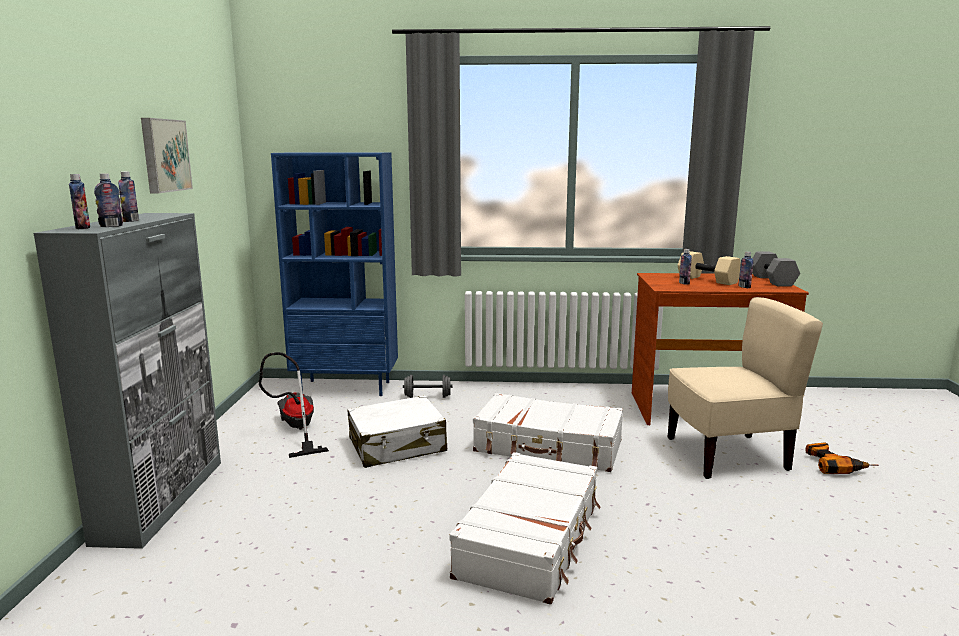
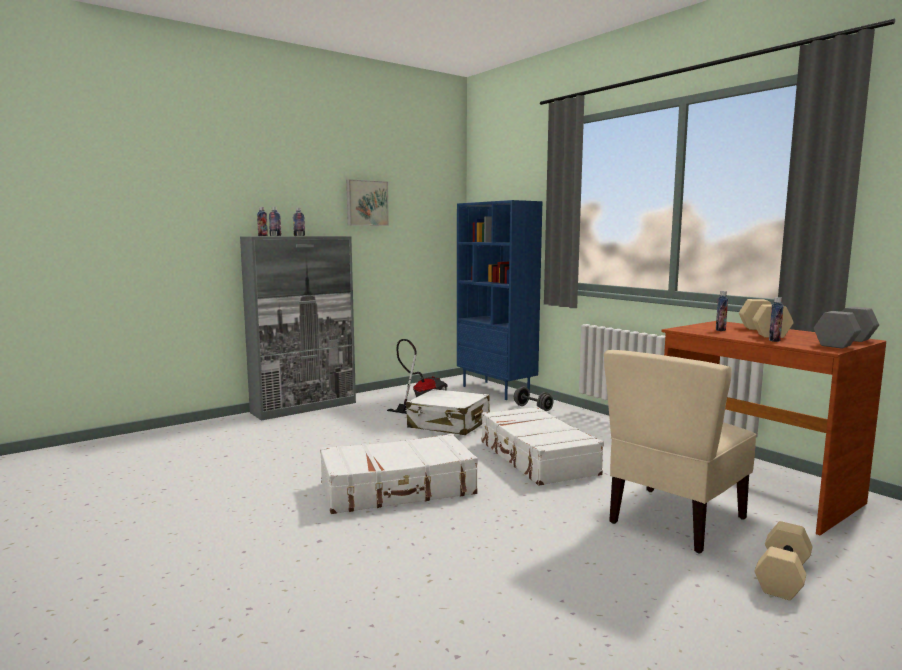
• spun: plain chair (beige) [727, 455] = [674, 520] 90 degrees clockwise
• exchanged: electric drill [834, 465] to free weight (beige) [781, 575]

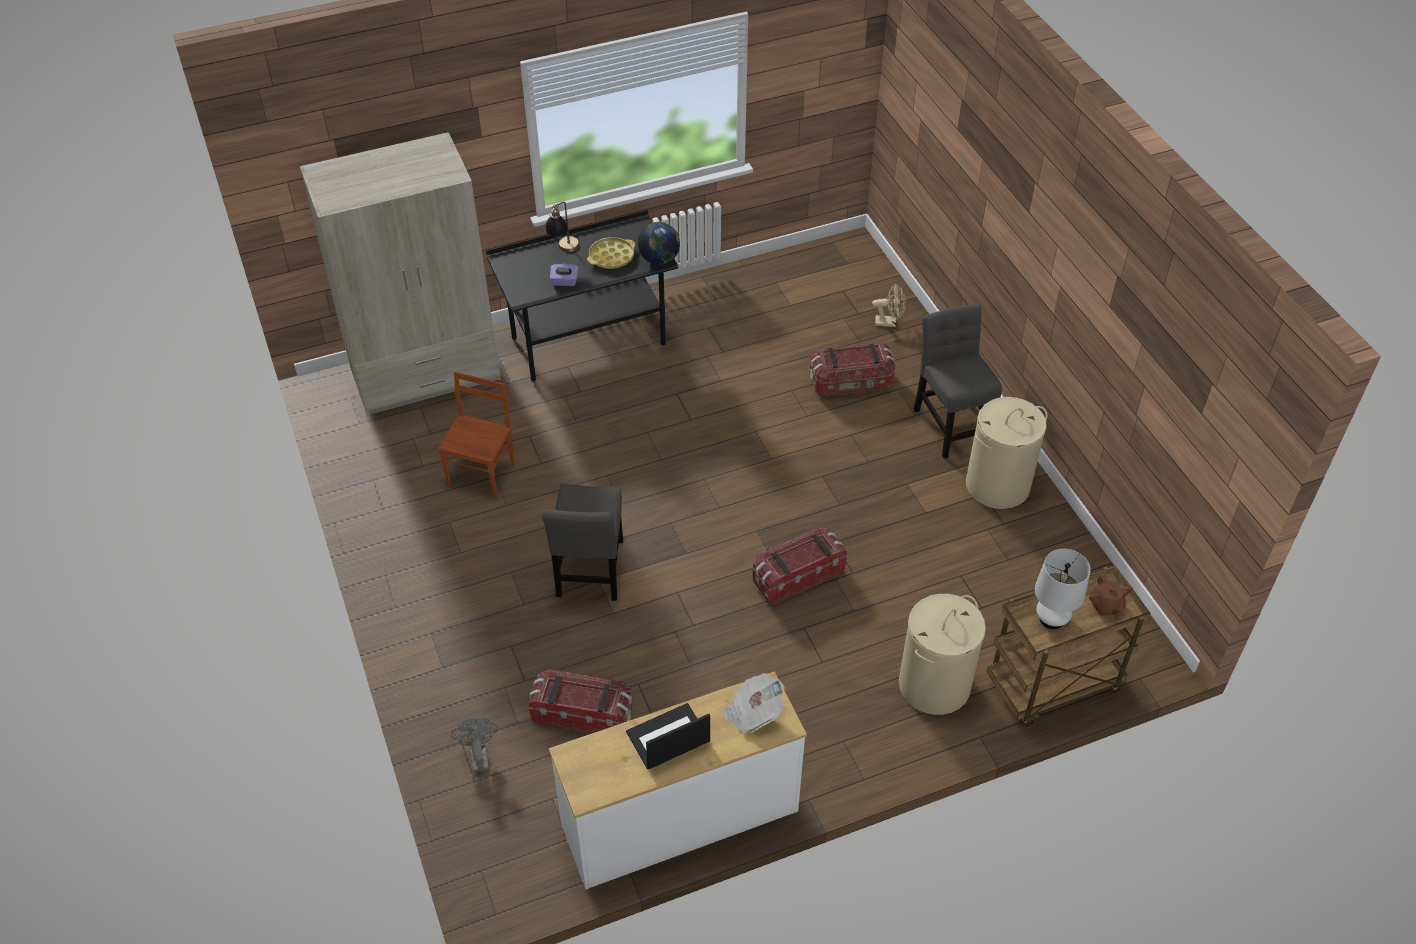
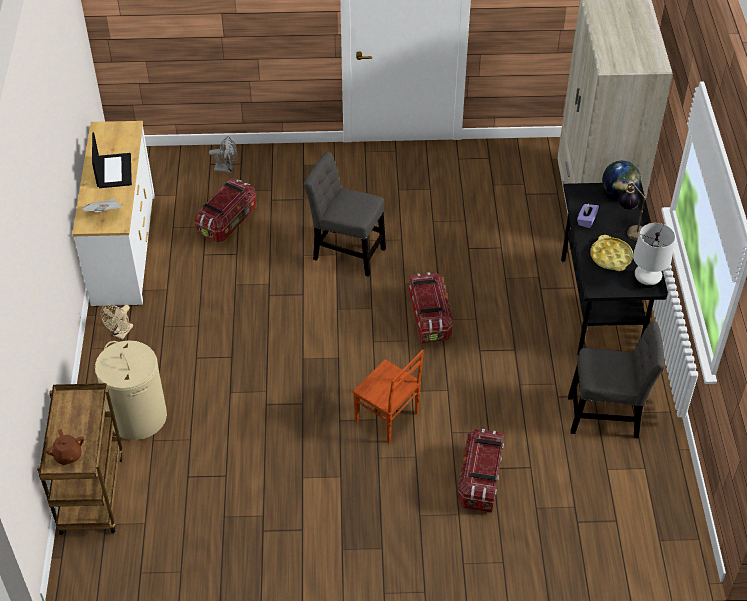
• spun: teapot (brown-coloured) [1106, 606] = [68, 456] 120 degrees counterclockwise
• relocated: fan (beige) [889, 322] to [121, 333]
• relocated: plain chair (brown-coloured) [483, 474] to [387, 418]
• relocated: storage bin [797, 577] to [429, 318]
• relocated: plain chair (gray) [950, 424] to [607, 416]
• relocated: desk globe [659, 259] to [618, 193]
• relocated: table lamp (white) [1051, 619] to [646, 281]
• missing: hamper (beige) [997, 485]

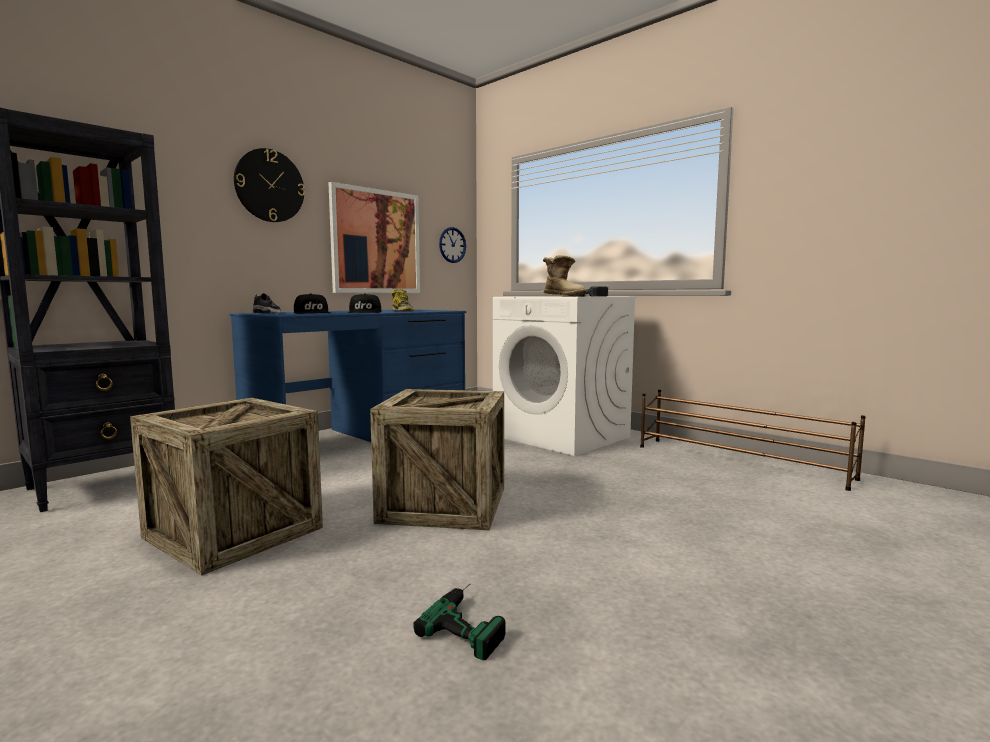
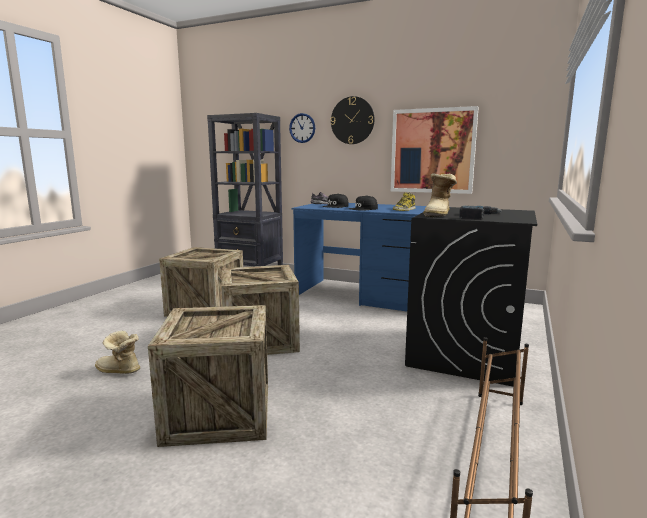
• exchanged: electric drill [471, 622] to tall boot [118, 371]
• appeared: shipping crate [219, 413]
• relocated: wall clock [452, 245] to [302, 128]
• colour: washing machine (white) [562, 436] to washing machine (black-coloured) [464, 354]

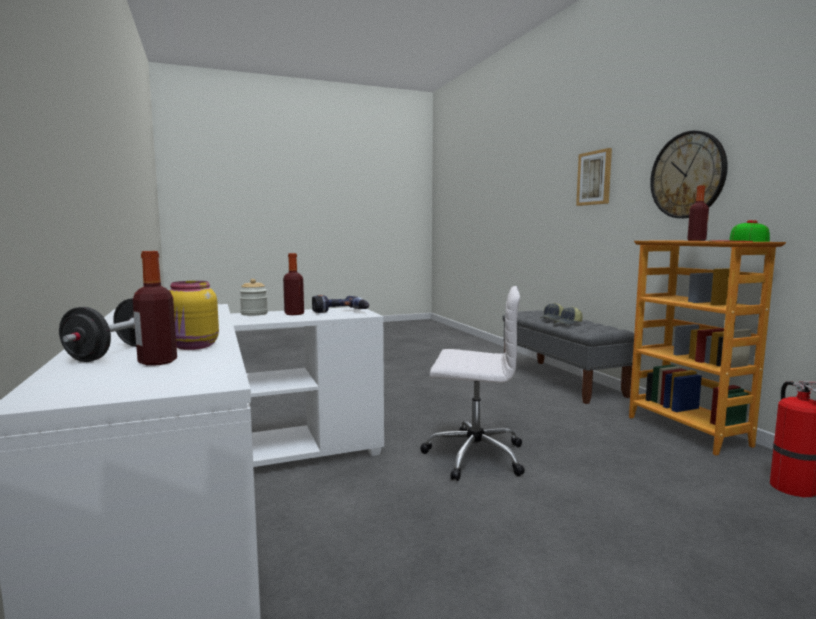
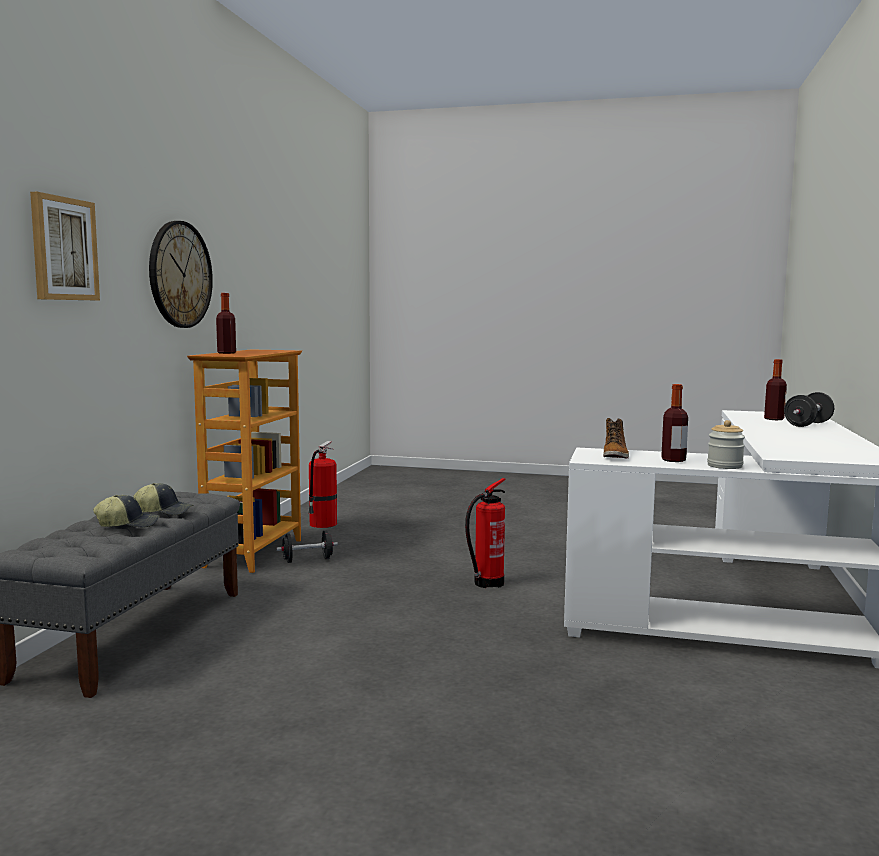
• appeared: free weight (black-coloured) [307, 560]
• exchanged: office chair (white) [473, 456] to fire-fighting cylinder [486, 584]
• exchanged: electric drill [340, 312] to tall boot [615, 455]
• missing: preserve jar (yellow-coloured) [193, 346]
• missing: peaked cap [738, 241]

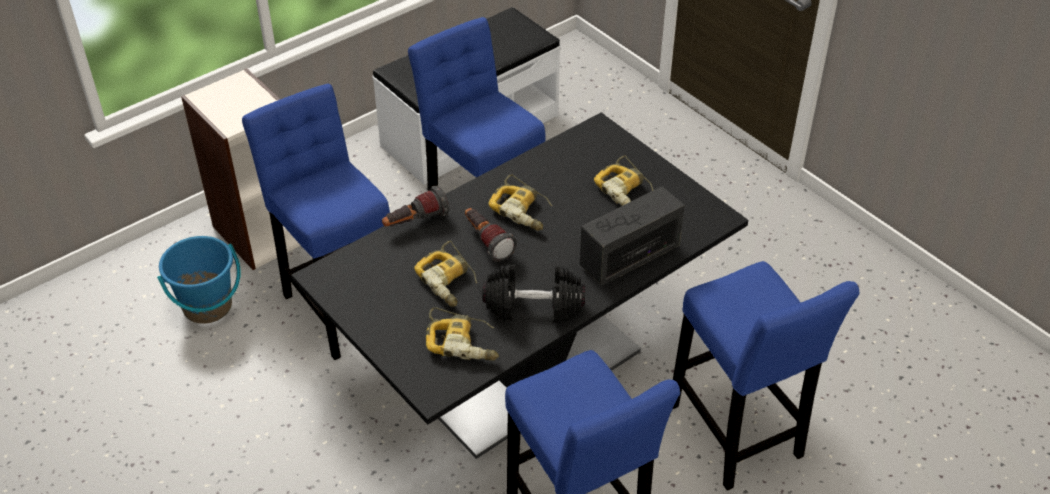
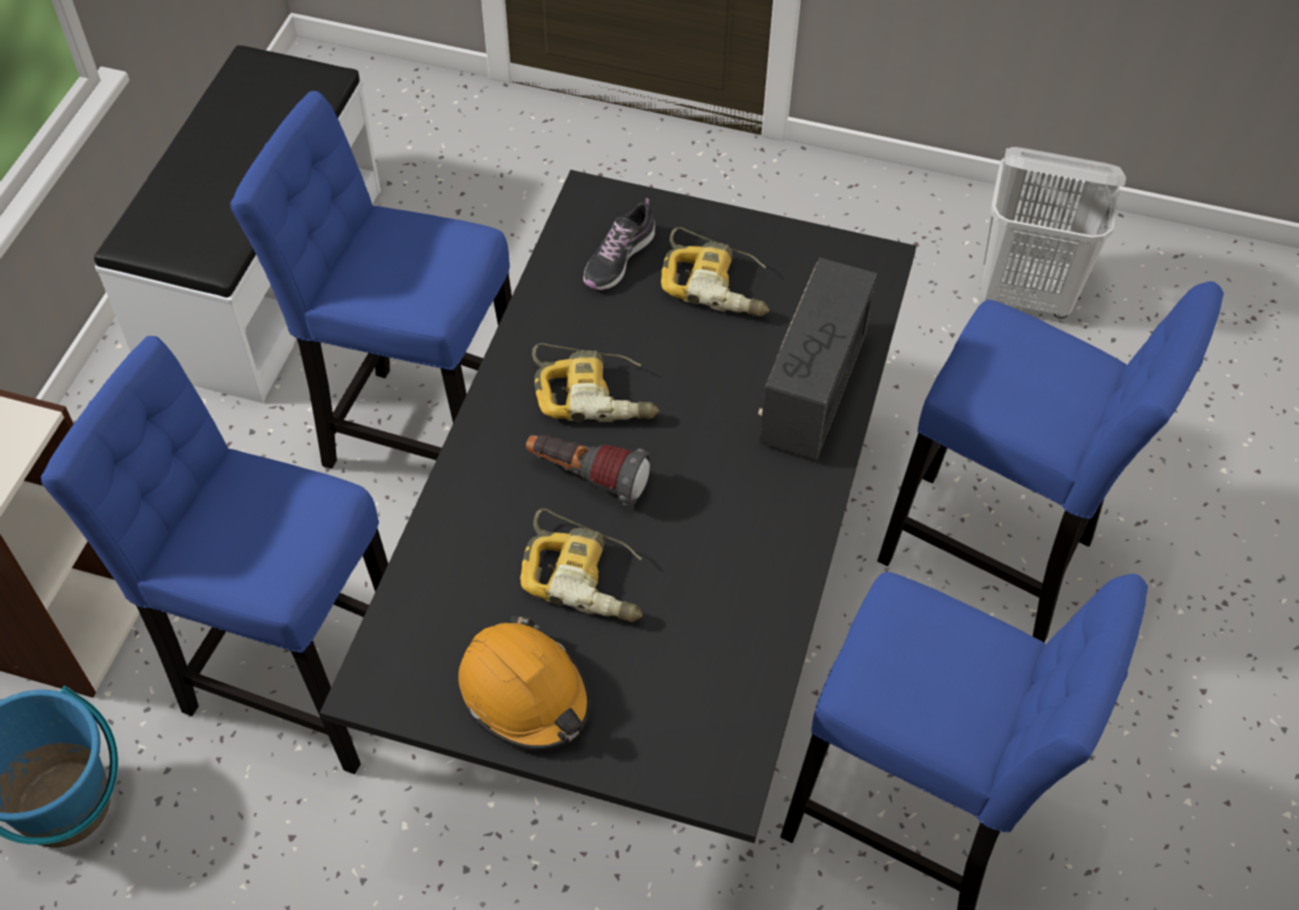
• appeared: hard hat (orange) [525, 694]
• appeared: low shoe [618, 258]
• appeared: hamper (white) [1027, 294]
• missing: flashlight [415, 222]
• missing: electric drill [463, 341]
• missing: free weight (black-coloured) [534, 306]

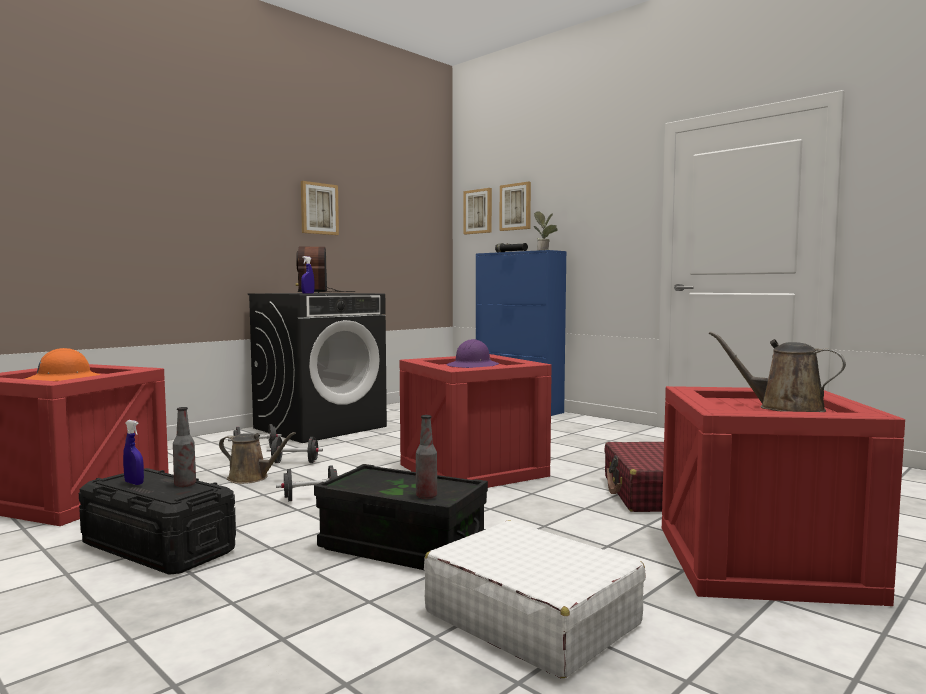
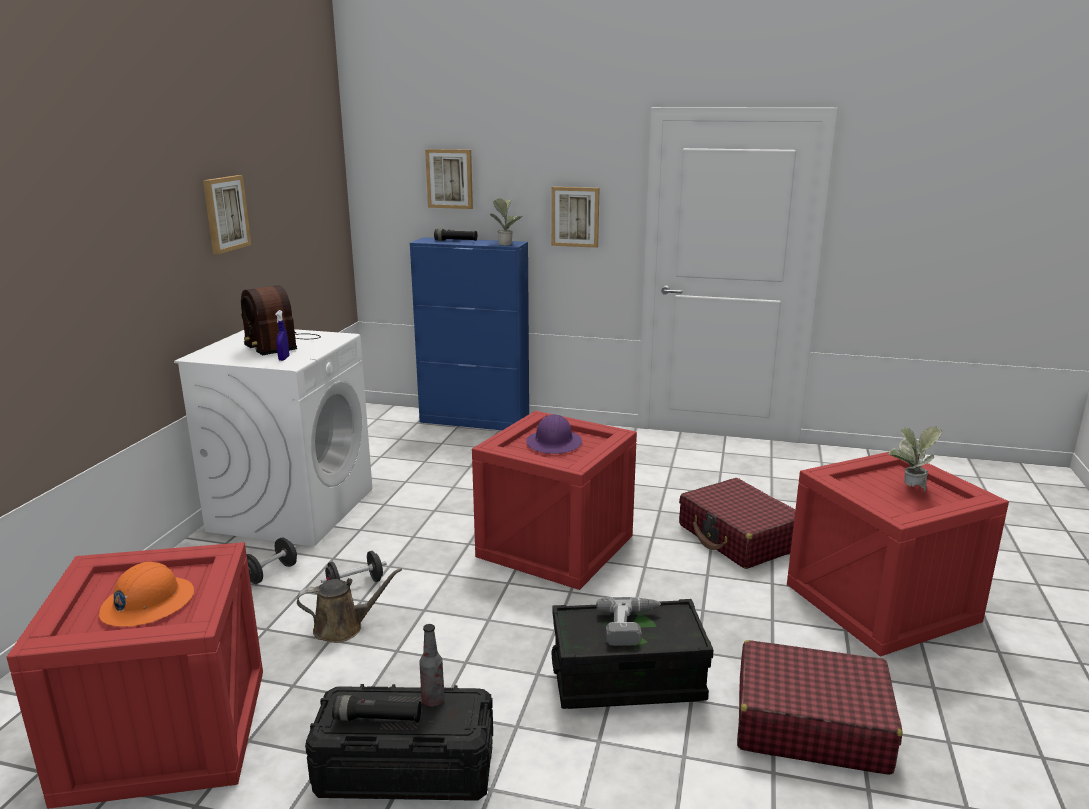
• colour: washing machine (black-coloured) [320, 427] to washing machine (white) [292, 509]
• exchanged: hand sprayer (blue) [134, 483] to flashlight (black-coloured) [378, 719]
• relocated: picture [478, 211] to [575, 216]
• appeared: electric drill [631, 626]
• colour: piece of luggage (white) [531, 618] to piece of luggage (red-coloured) [810, 724]
• exchanged: watering can (brown-coloured) [784, 408] to houseplant [909, 489]
• missing: free weight (black-coloured) [310, 498]
• missing: beverage bottle [426, 496]

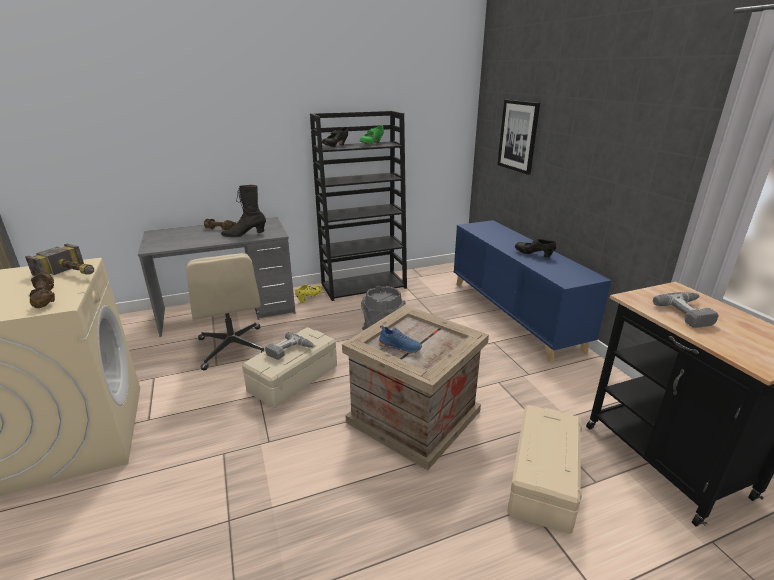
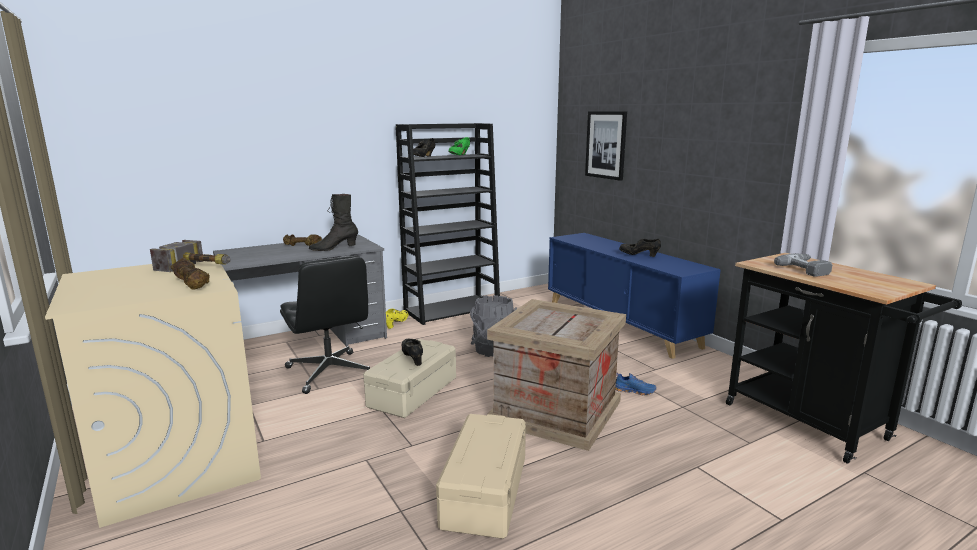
• colour: office chair (beige) [233, 348] to office chair (black-coloured) [330, 373]
• exchanged: electric drill [290, 351] to low shoe (black-coloured) [412, 358]
• relocated: storage bin (beige) [541, 478] to [484, 491]
• relocated: low shoe (blue) [400, 347] to [634, 391]

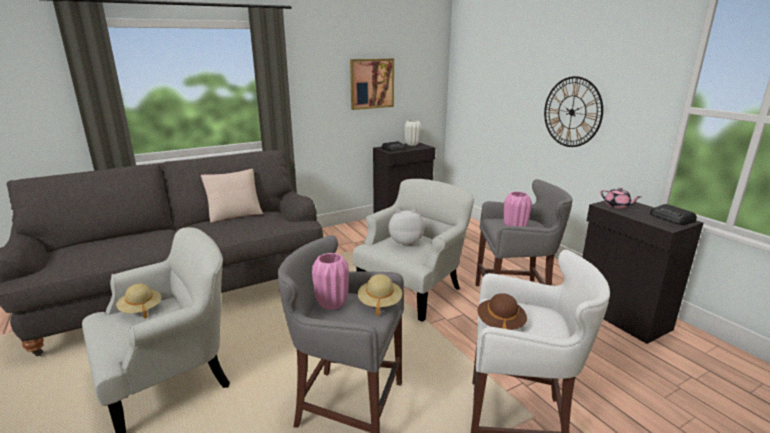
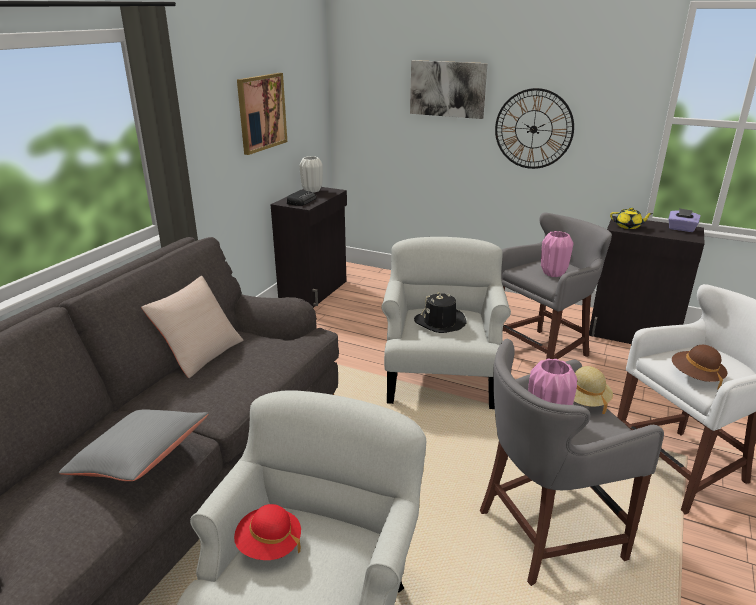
• appeared: cushion (gray) [140, 459]
• colour: clothing hat (beige) [141, 309] to clothing hat (red-coloured) [269, 545]
• appeared: picture [447, 89]
• exchanged: cuddly toy [406, 242] to clothing hat (black-coloured) [440, 322]
• colour: teapot (pink-coloured) [617, 206] to teapot (yellow-coloured) [628, 226]
• exchanged: radio set [672, 218] to tissue holder (purple) [681, 229]

